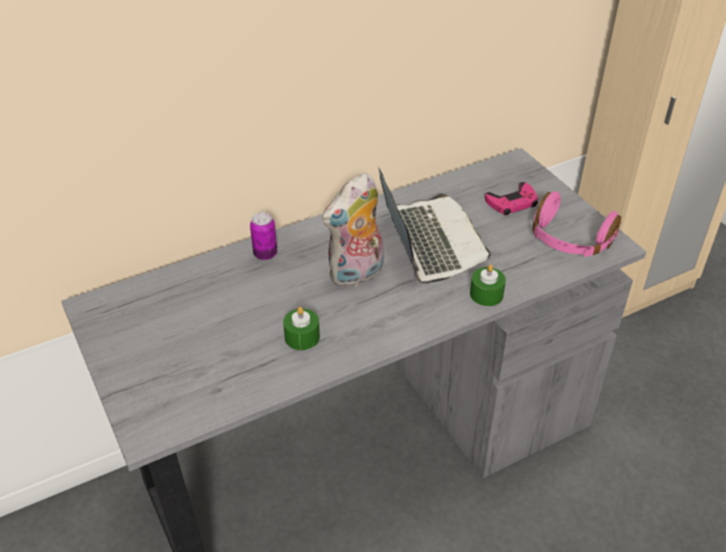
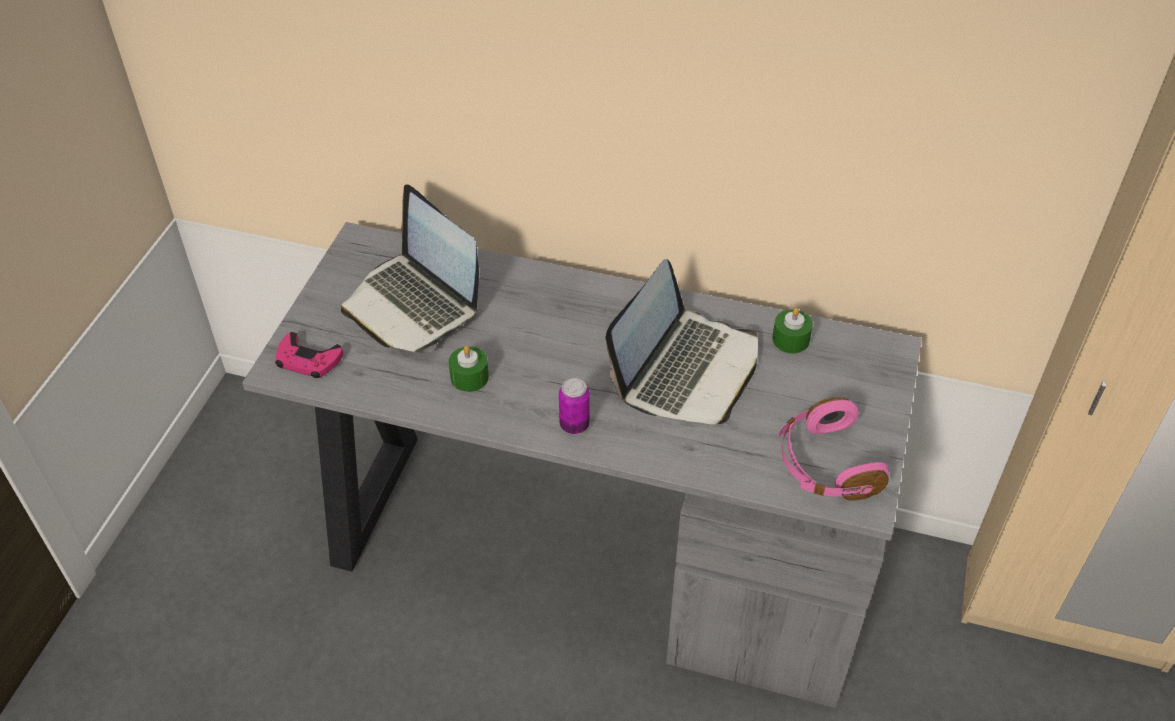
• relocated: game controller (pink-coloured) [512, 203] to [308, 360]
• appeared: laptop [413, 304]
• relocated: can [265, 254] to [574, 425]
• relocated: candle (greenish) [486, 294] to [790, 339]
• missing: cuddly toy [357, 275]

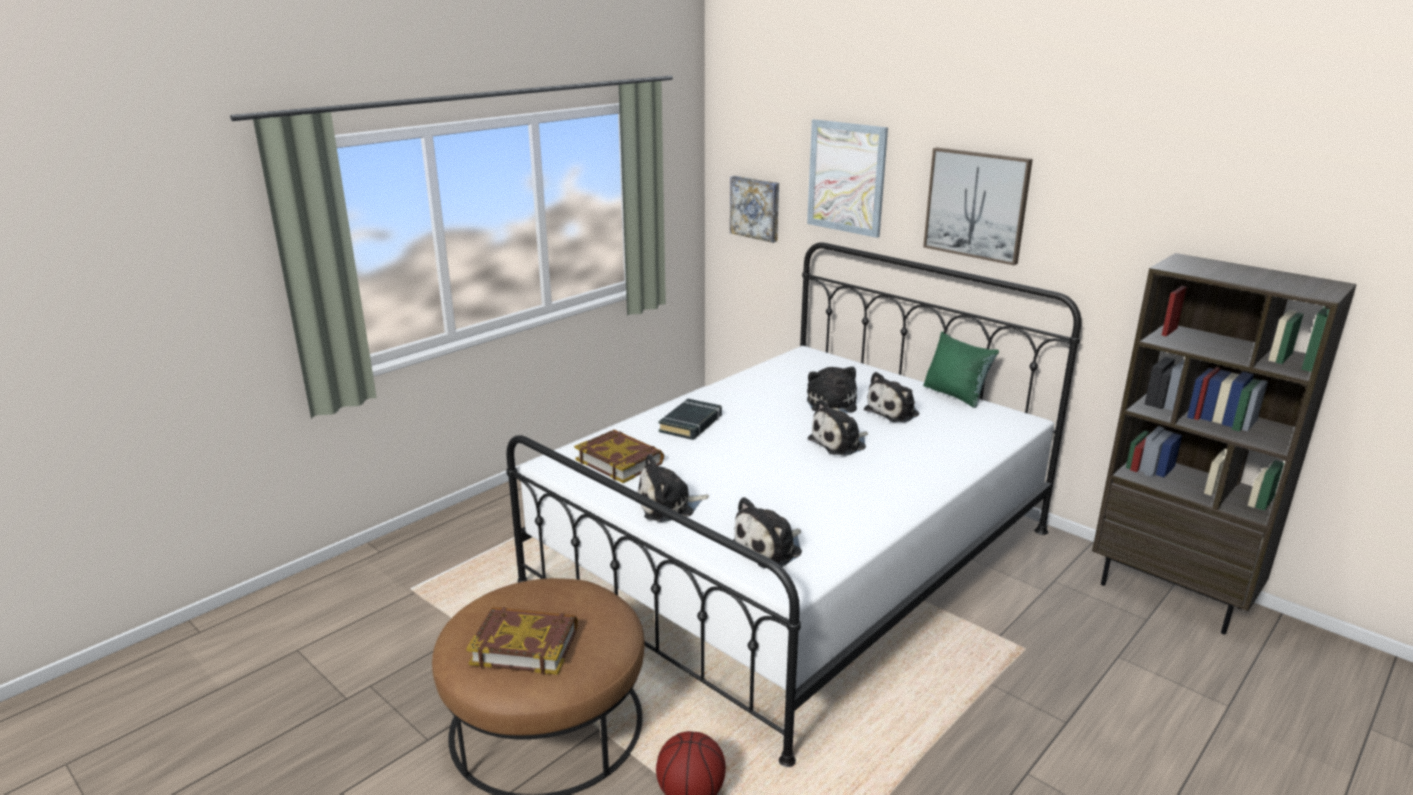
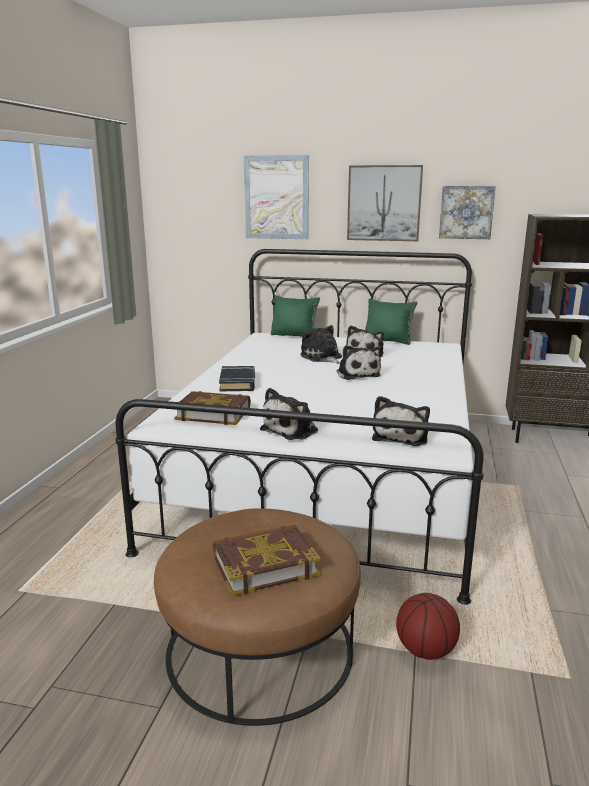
• appeared: cushion (greenish) [294, 335]
• spun: cuddly toy [840, 443] = [357, 374] 45 degrees counterclockwise
• relocated: picture [756, 208] to [466, 212]

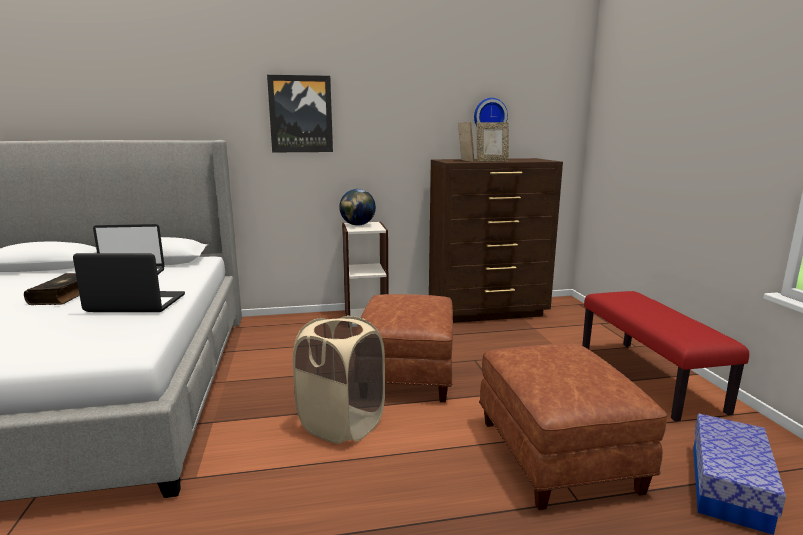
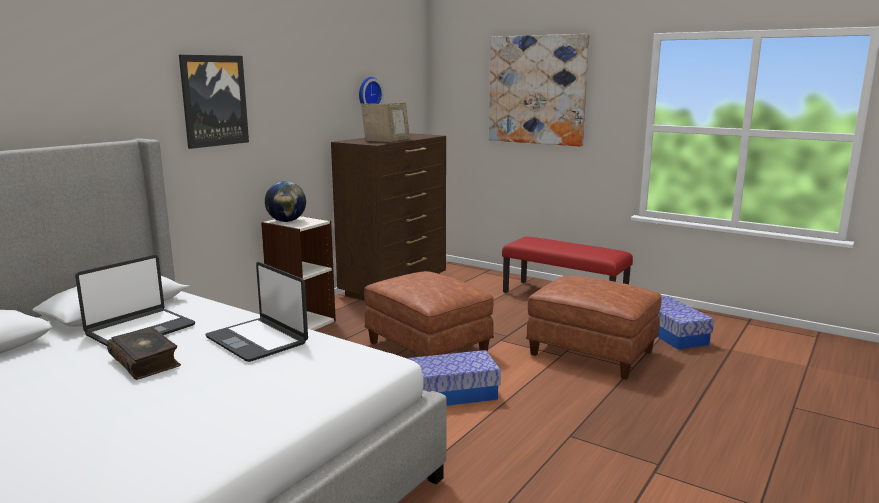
• spun: laptop [136, 304] = [258, 340] 90 degrees counterclockwise
• exchanged: hamper (beige) [342, 424] to storage bin [451, 393]
• appeared: picture [537, 90]

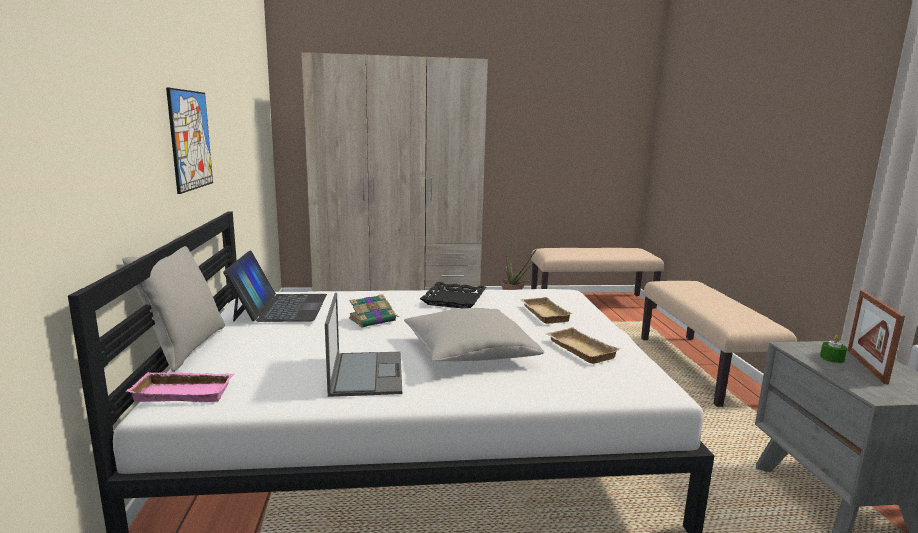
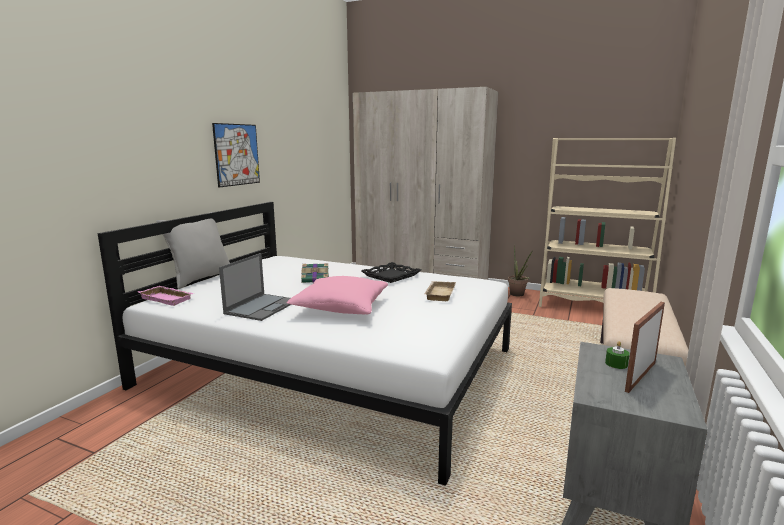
• colour: cushion (gray) [469, 353] to cushion (pink-coloured) [341, 308]
• exchanged: bench (beige) [592, 302] to shelving unit (beige) [592, 306]
• missing: laptop [281, 307]
• missing: tray (beige) [578, 350]

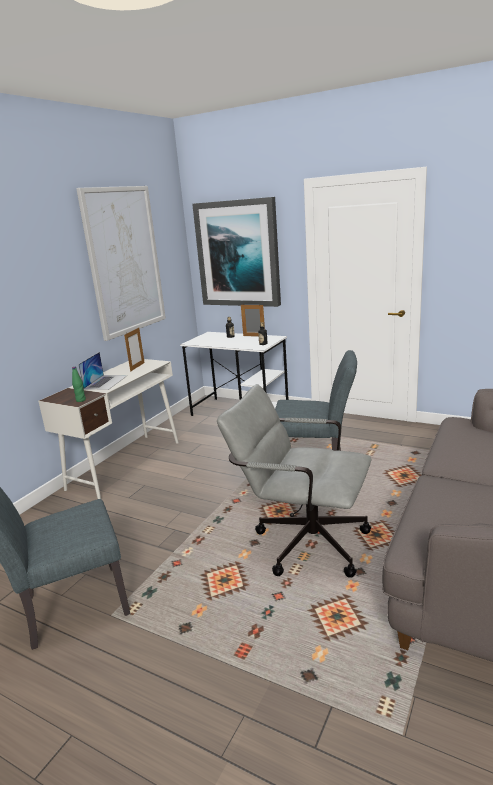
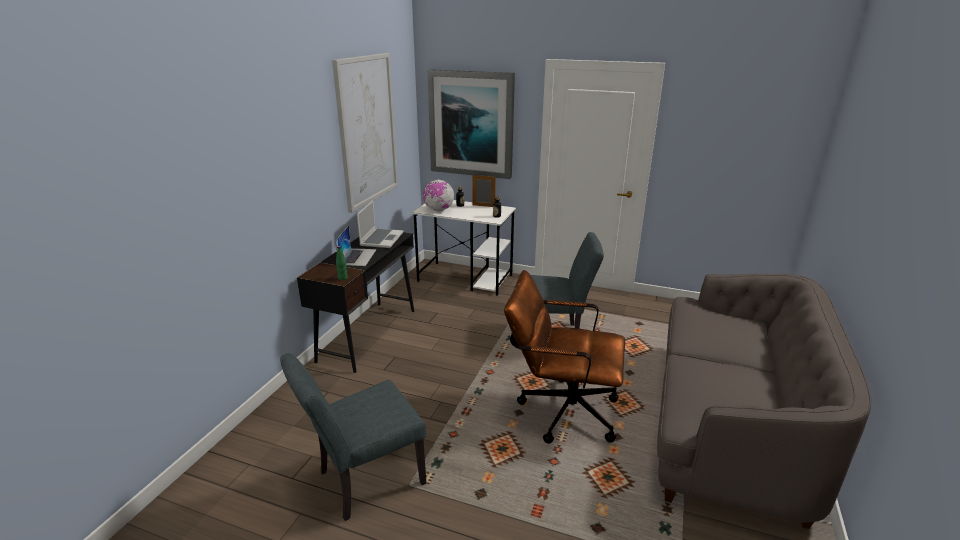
• colour: desk (white) [126, 464] to desk (black-coloured) [368, 334]
• exchanged: photo frame [137, 367] to laptop [381, 239]
• appeared: desk globe [439, 210]
• colour: office chair (gray) [302, 541] to office chair (brown-coloured) [560, 410]

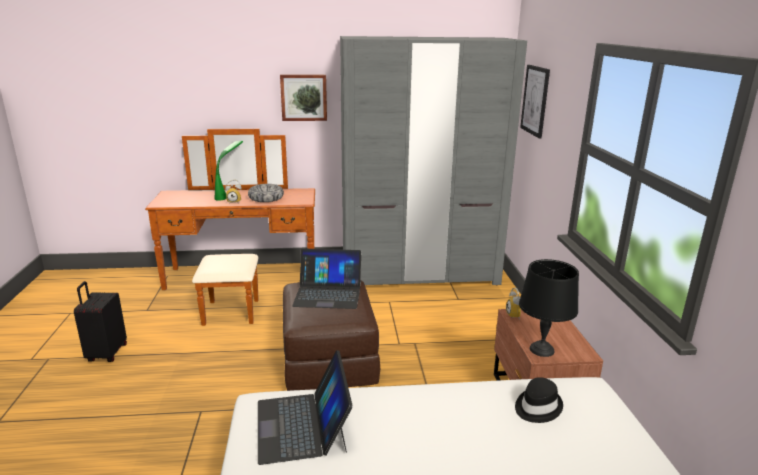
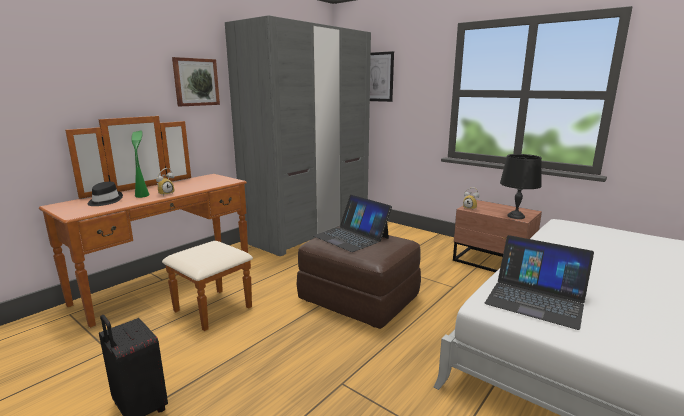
• relocated: clothing hat (black-coloured) [537, 407] to [104, 201]
• spun: laptop [328, 293] = [351, 237] 90 degrees clockwise
• missing: deep dish [266, 198]

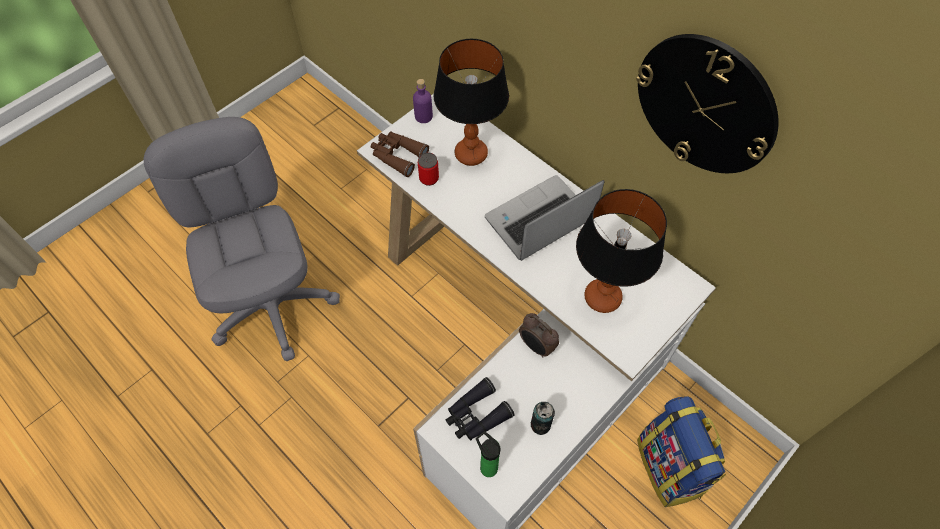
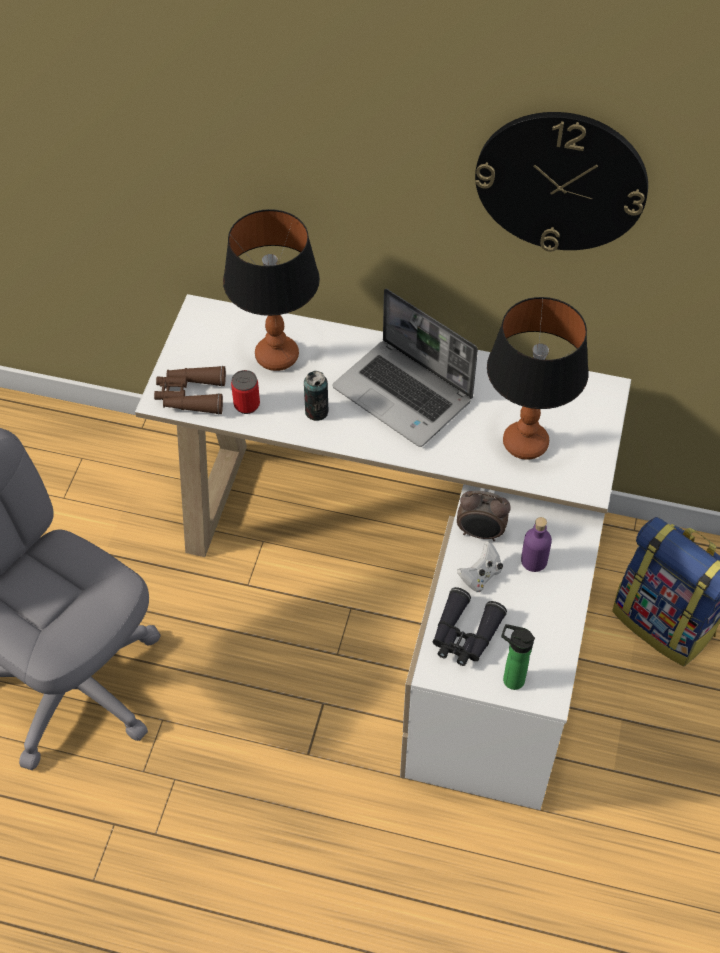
• relocated: can [540, 425] to [316, 412]
• spun: laptop [539, 221] = [404, 395] 75 degrees counterclockwise
• appeared: game controller (white) [480, 576]
• relocated: beverage bottle (purple) [423, 116] to [534, 561]

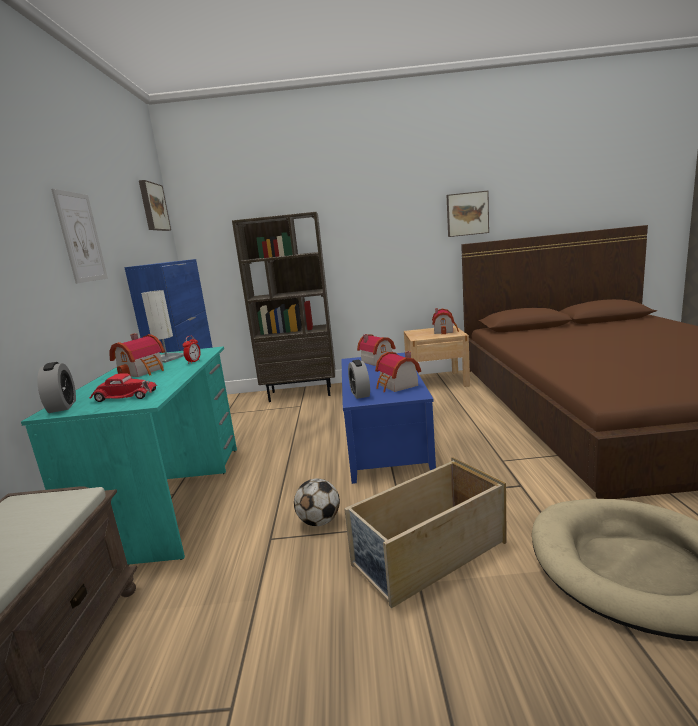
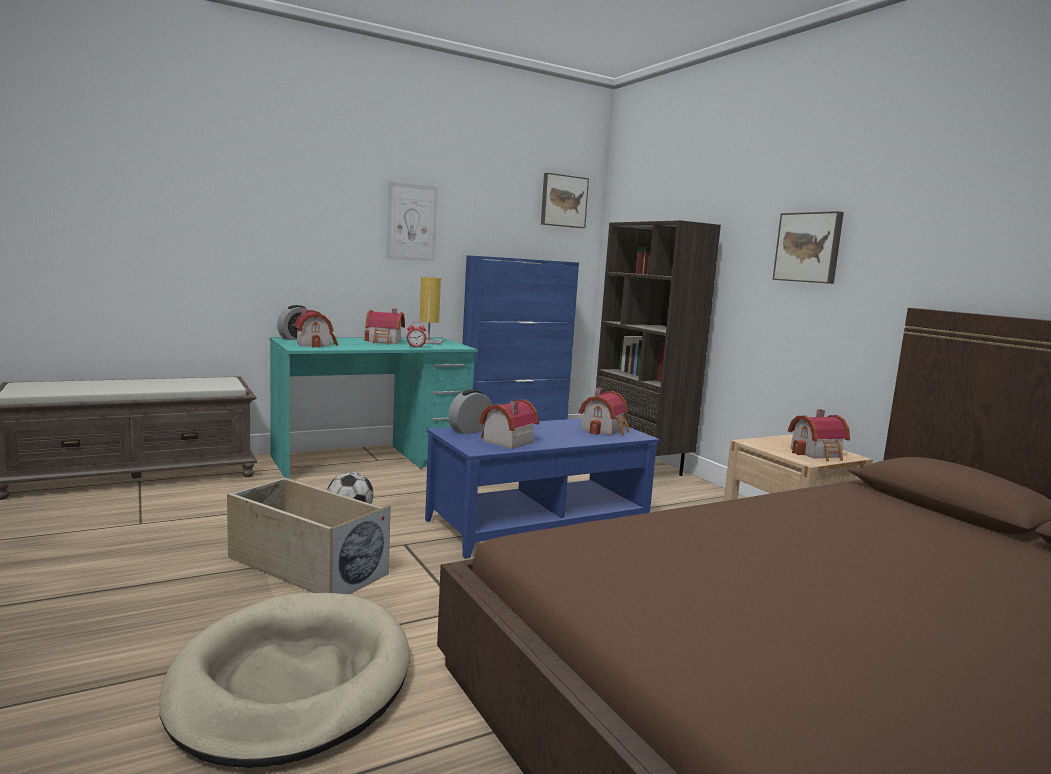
• exchanged: model car (red-coloured) [124, 396] to miniature house [316, 344]
• colour: table lamp (white) [166, 358] to table lamp (yellow-coloured) [428, 342]
• relocated: picture [467, 214] to [809, 247]

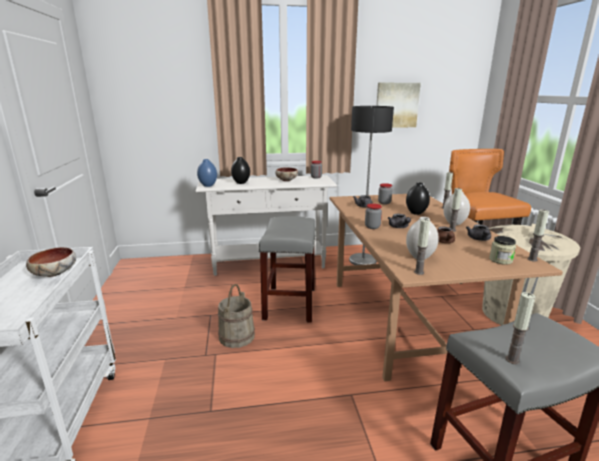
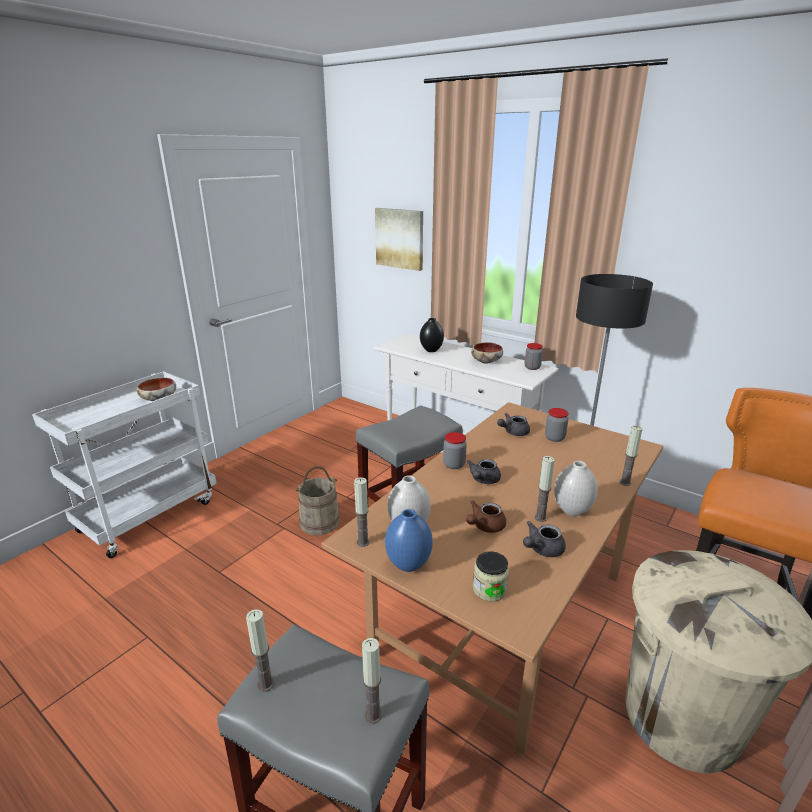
• relocated: candle [532, 259] to [373, 715]
• relocated: picture [396, 105] to [400, 238]
• relocated: decorative vase (blue) [208, 185] to [409, 565]
• missing: decorative vase (black-coloured) [415, 213]

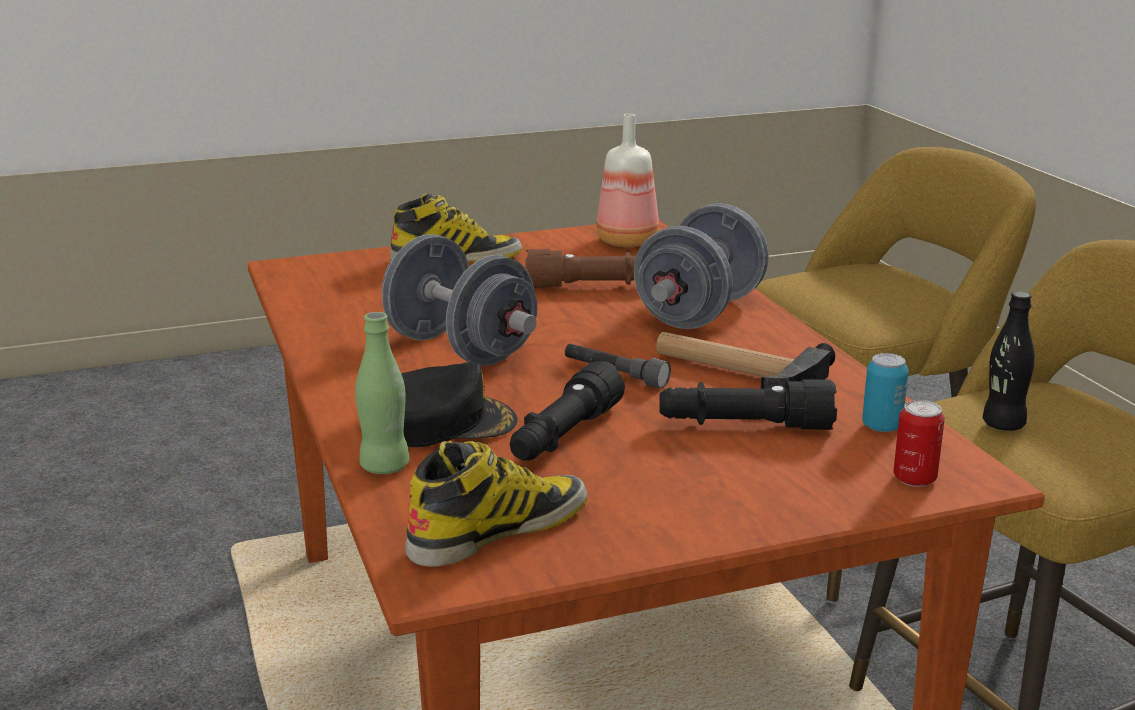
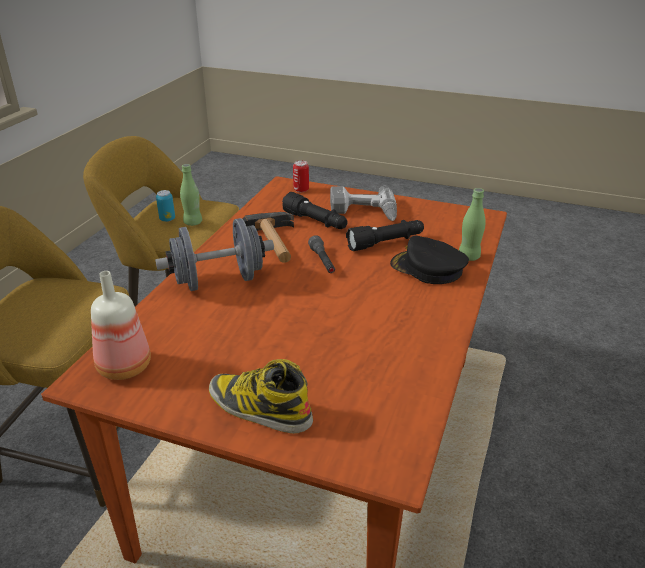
• relocated: can [881, 426] to [167, 219]
• colour: beverage bottle (black-coloured) [1003, 424] to beverage bottle (greenish) [193, 222]
• appeared: electric drill [363, 213]
• missing: free weight (gray) [460, 349]
• missing: tall boot [498, 530]
• missing: flashlight (brown-coloured) [592, 286]

